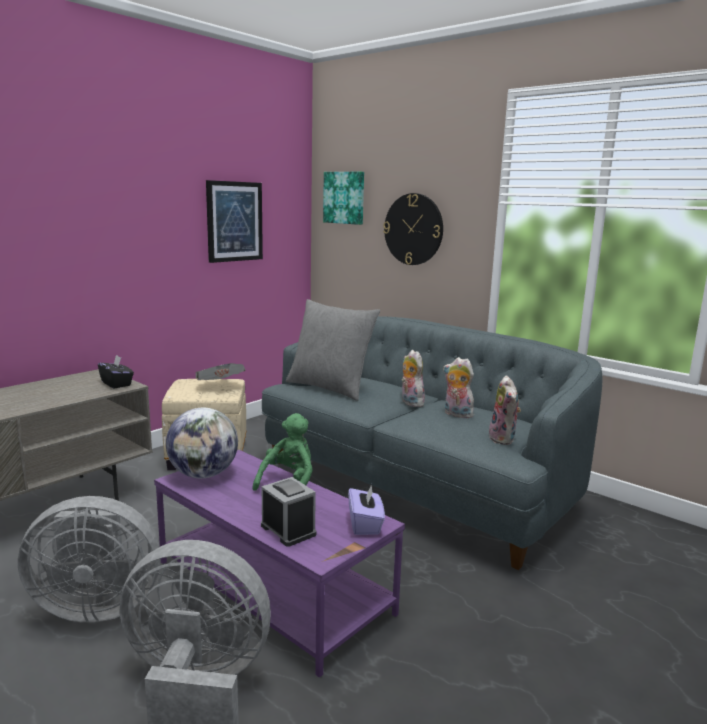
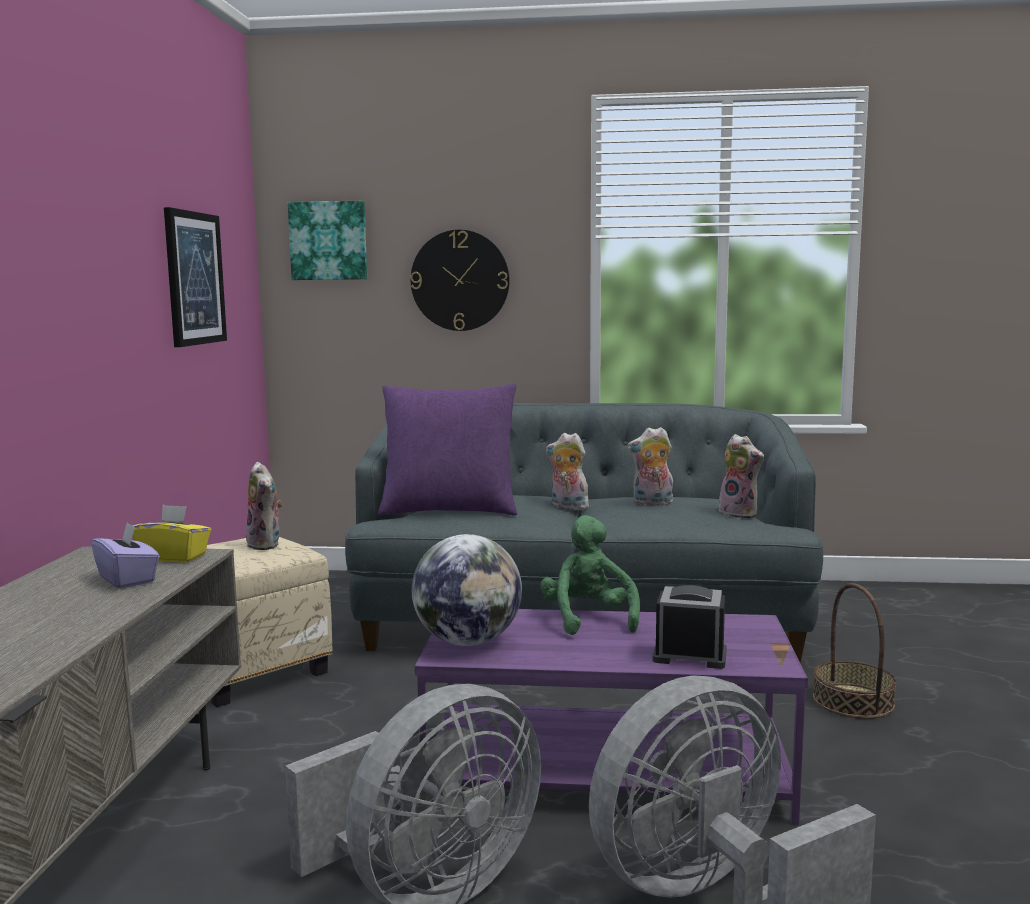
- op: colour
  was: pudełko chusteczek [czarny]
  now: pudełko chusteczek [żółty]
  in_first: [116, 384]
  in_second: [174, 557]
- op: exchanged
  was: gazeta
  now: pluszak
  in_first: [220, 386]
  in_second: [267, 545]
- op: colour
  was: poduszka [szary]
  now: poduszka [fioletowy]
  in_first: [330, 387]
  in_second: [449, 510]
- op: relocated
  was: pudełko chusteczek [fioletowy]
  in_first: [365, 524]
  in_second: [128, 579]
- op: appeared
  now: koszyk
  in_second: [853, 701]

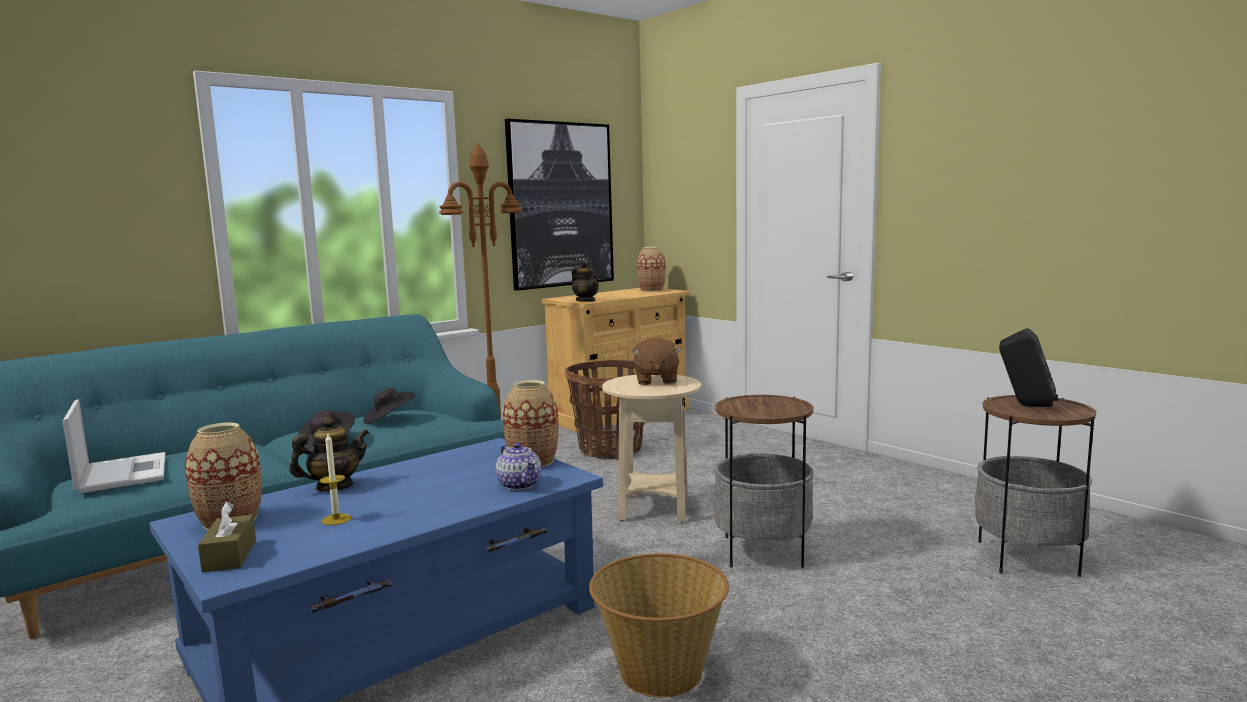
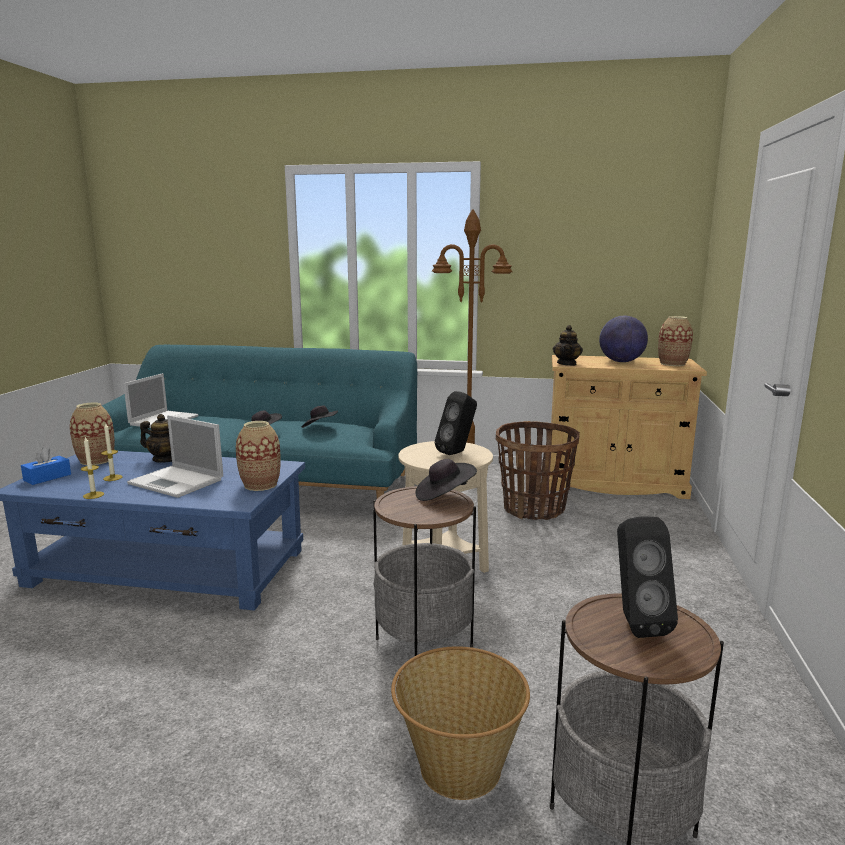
- op: colour
  was: pudełko chusteczek [brązowy]
  now: pudełko chusteczek [niebieski]
  in_first: [230, 556]
  in_second: [47, 477]
- op: missing
  was: imbryk
  in_first: [519, 485]
- op: missing
  was: obraz
  in_first: [561, 205]
- op: relocated
  was: koszyk
  in_first: [660, 673]
  in_second: [458, 767]
- op: exchanged
  was: pluszak [brązowy]
  now: głośnik [czarny]
  in_first: [656, 380]
  in_second: [457, 452]
- op: appeared
  now: świeca
  in_second: [93, 495]
- op: appeared
  now: laptop
  in_second: [177, 482]
- op: appeared
  now: kapelusz [czarny]
  in_second: [444, 495]
- op: appeared
  now: globus
  in_second: [621, 362]

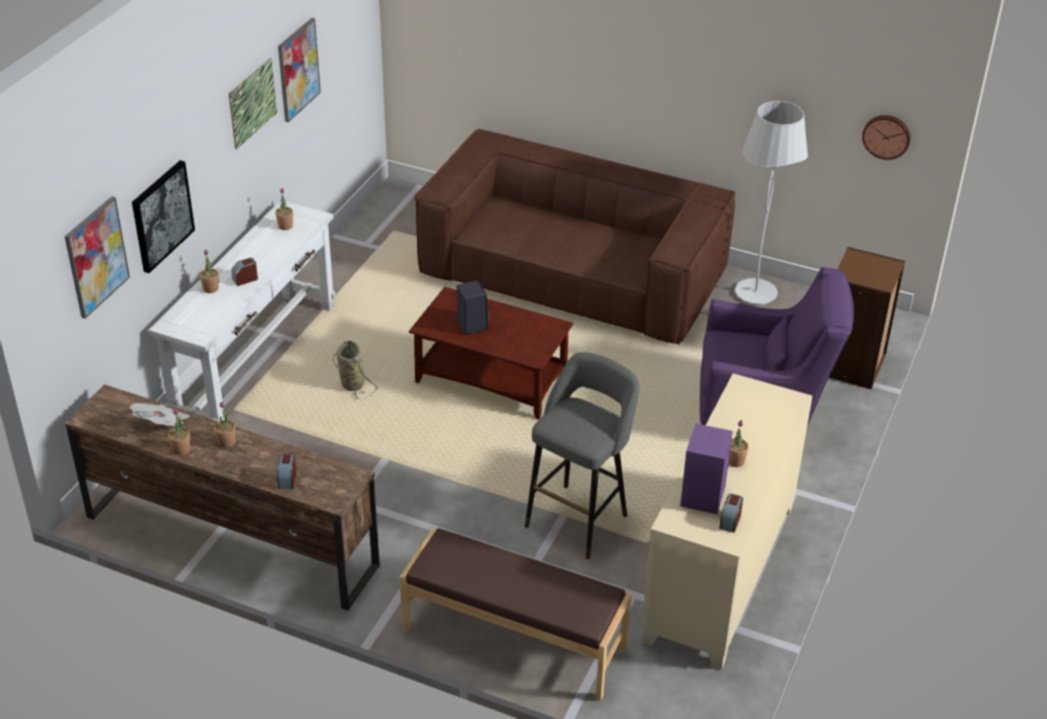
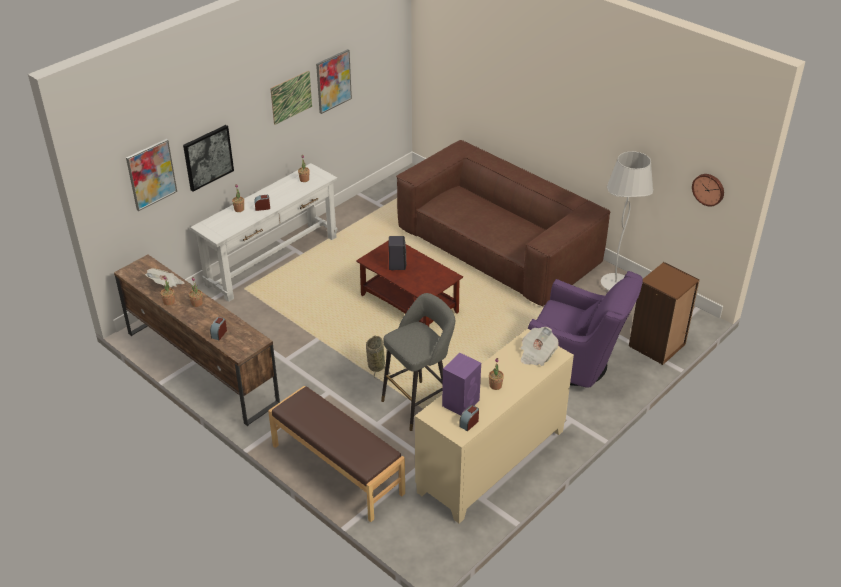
- op: relocated
  was: koszyk
  in_first: [351, 382]
  in_second: [376, 365]
- op: appeared
  now: gazeta
  in_second: [536, 354]

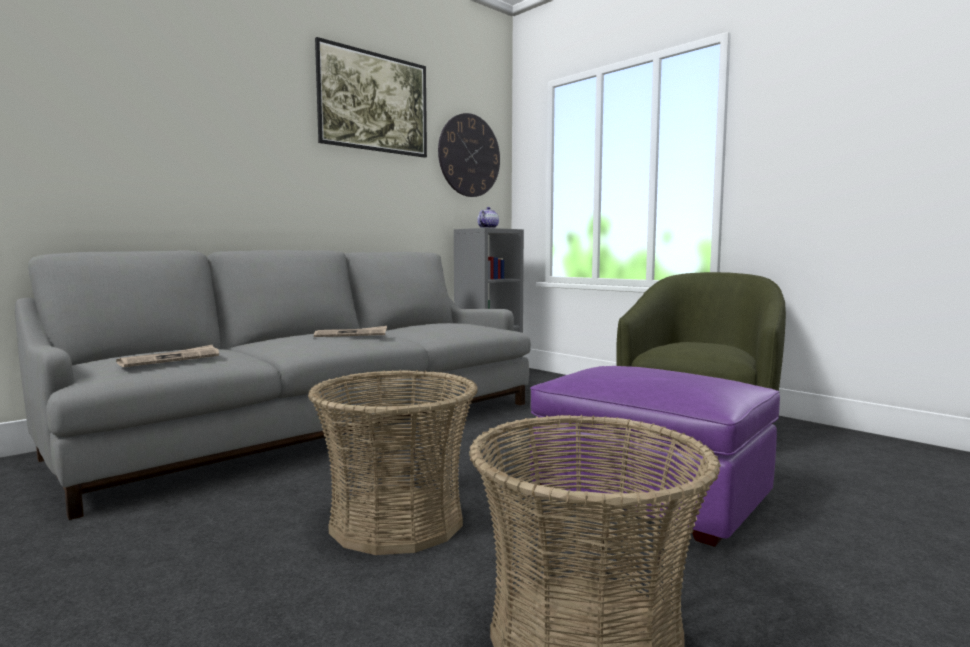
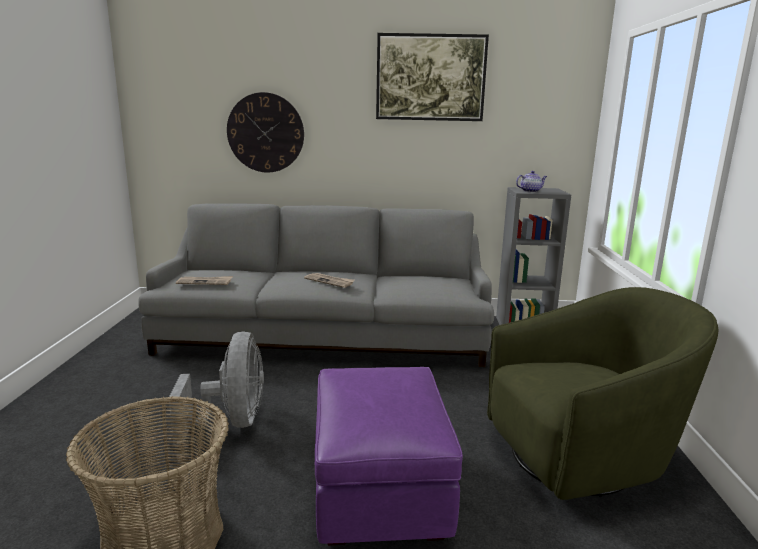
- op: exchanged
  was: koszyk
  now: wentylator [szary]
  in_first: [396, 521]
  in_second: [232, 422]
- op: relocated
  was: zegar ścienny
  in_first: [469, 155]
  in_second: [265, 133]

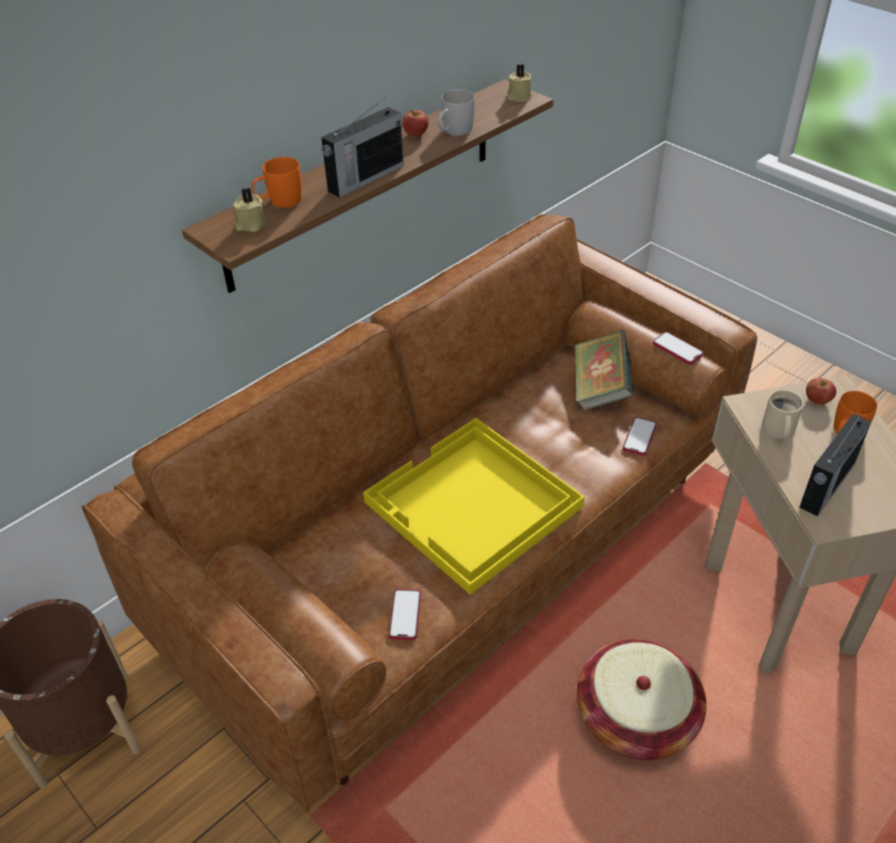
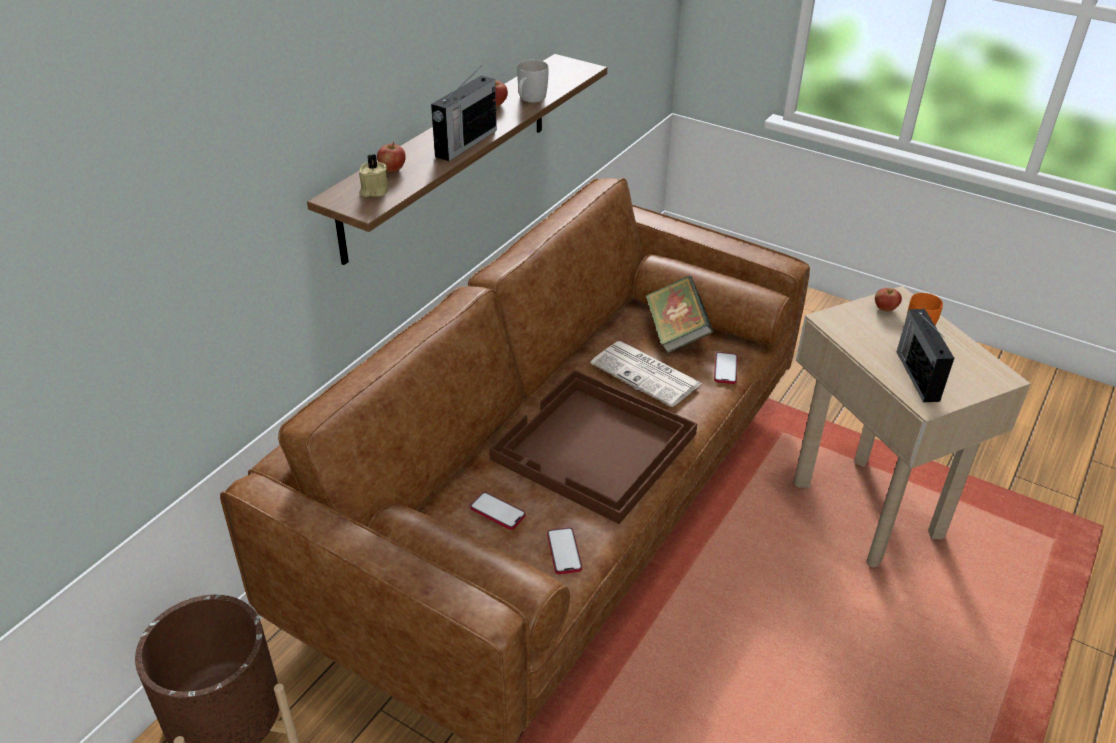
- op: exchanged
  was: kubek [pomarańczowy]
  now: jabłko
  in_first: [279, 202]
  in_second: [392, 169]
- op: colour
  was: taca [żółty]
  now: taca [brązowy]
  in_first: [473, 506]
  in_second: [595, 448]
- op: missing
  was: świeca [beżowy]
  in_first: [518, 97]
- op: missing
  was: koszyk
  in_first: [636, 717]
- op: relocated
  was: telefon
  in_first: [677, 349]
  in_second: [497, 512]
- op: missing
  was: kubek [beżowy]
  in_first: [777, 430]
- op: spun
  was: radio
  in_first: [826, 486]
  in_second: [917, 375]
  clockwise: 150
- op: appeared
  now: gazeta
  in_second: [647, 374]

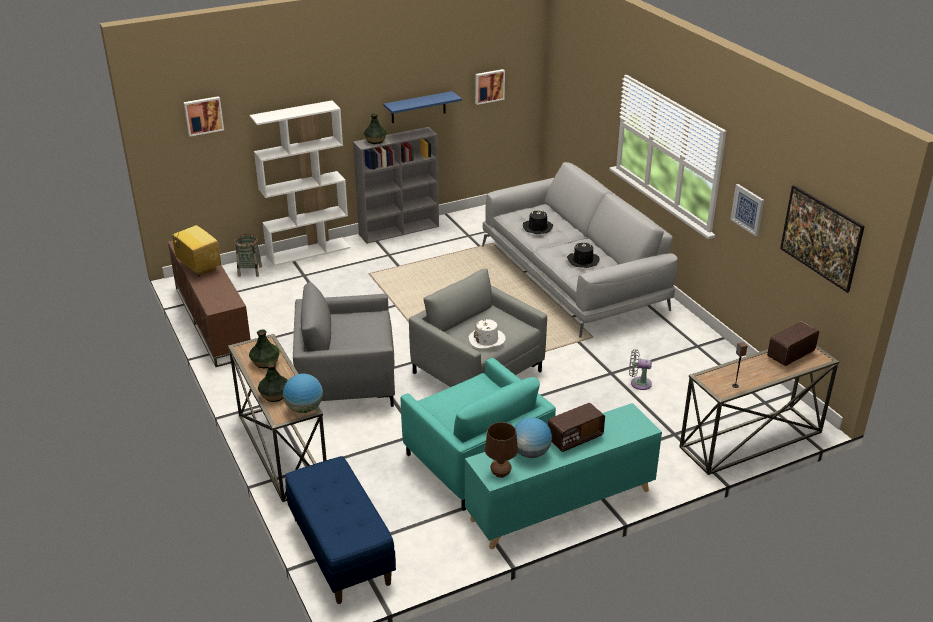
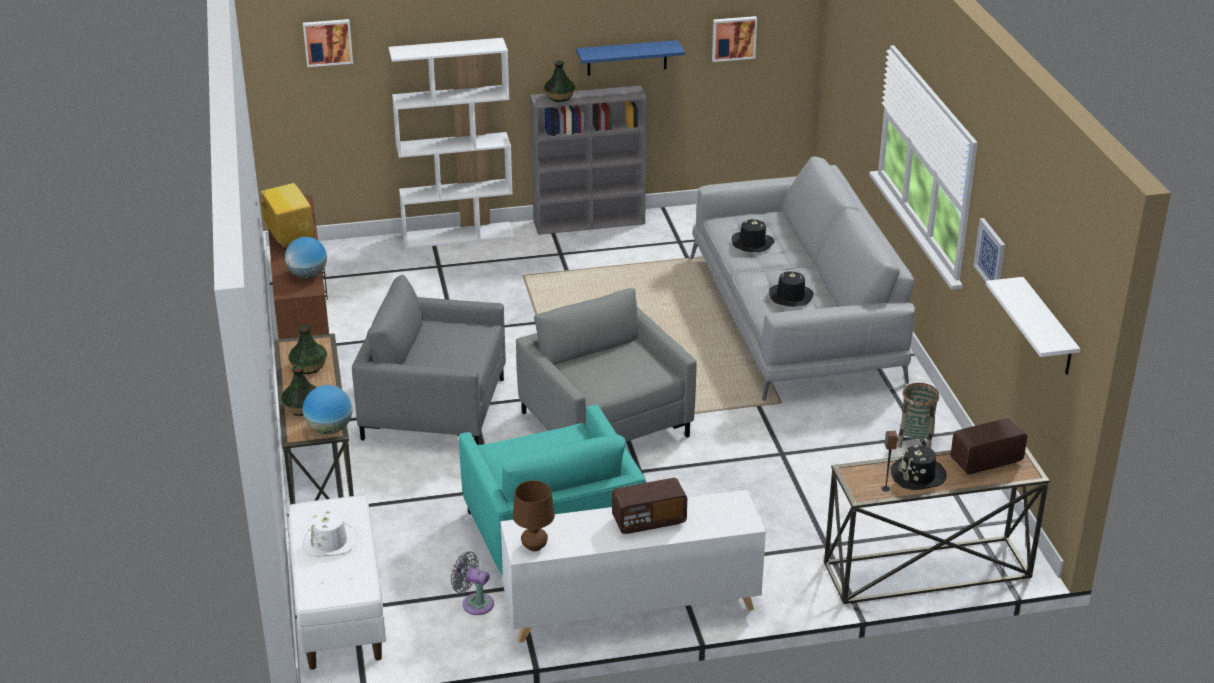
- op: relocated
  was: koszyk
  in_first: [249, 271]
  in_second: [915, 440]
- op: colour
  was: ławka [niebieski]
  now: ławka [biały]
  in_first: [340, 550]
  in_second: [339, 610]
- op: colour
  was: szafka [turkusowy]
  now: szafka [biały]
  in_first: [560, 505]
  in_second: [630, 607]
- op: relocated
  was: kapelusz [biały]
  in_first: [487, 339]
  in_second: [330, 542]
- op: relocated
  was: globus
  in_first: [531, 453]
  in_second: [308, 275]
- op: relocated
  was: wentylator [szary]
  in_first: [638, 383]
  in_second: [475, 603]
- op: exchanged
  was: obraz
  now: półka [biały]
  in_first: [817, 253]
  in_second: [1048, 328]
- op: appeared
  now: kapelusz [czarny]
  in_second: [918, 475]

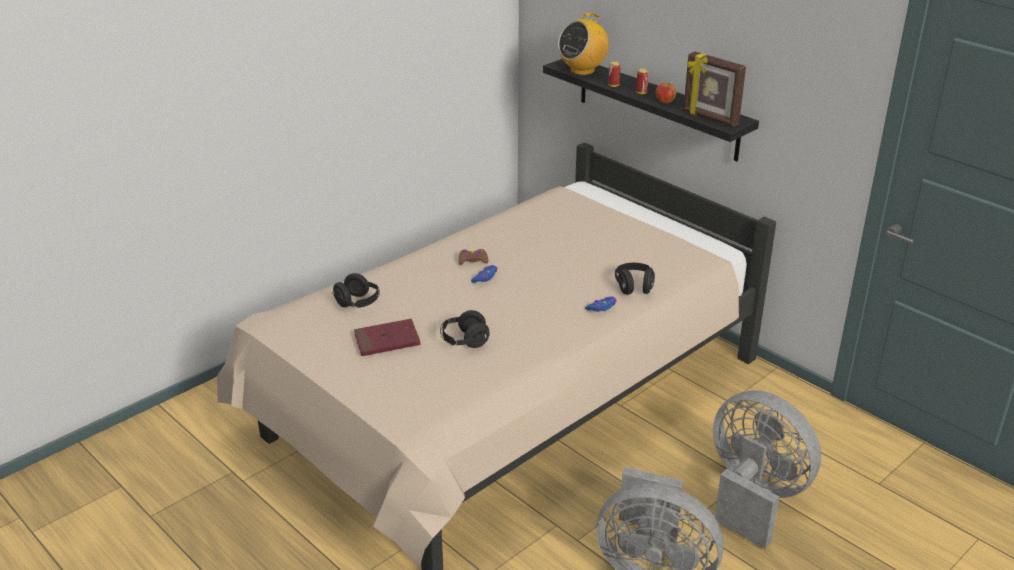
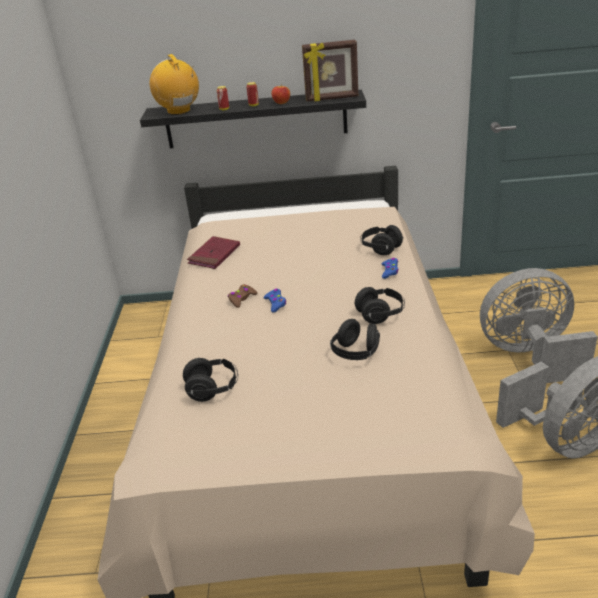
- op: relocated
  was: książka [czerwony]
  in_first: [387, 340]
  in_second: [214, 255]
- op: spun
  was: radio
  in_first: [582, 70]
  in_second: [179, 111]
  clockwise: 150
- op: appeared
  now: słuchawki [czarny]
  in_second: [380, 314]

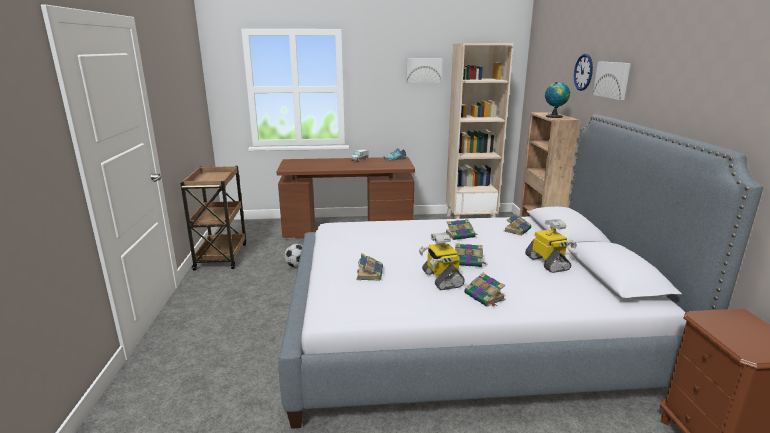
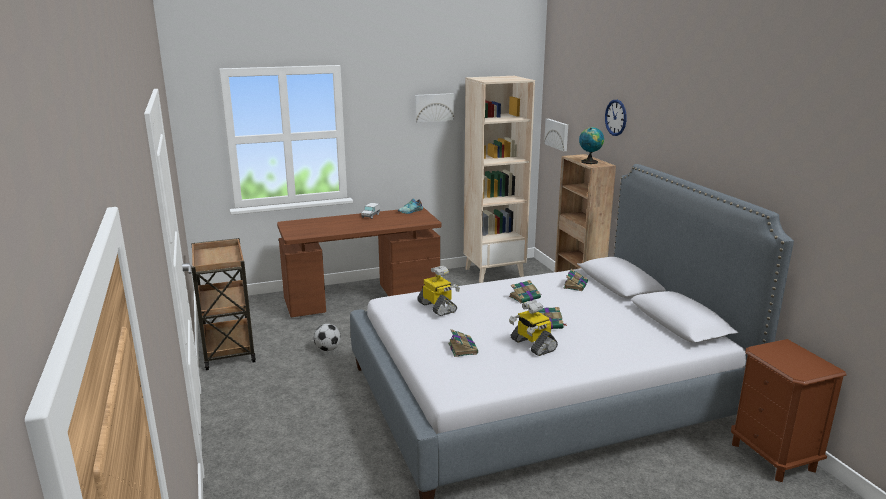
- op: missing
  was: książka
  in_first: [485, 297]
- op: relocated
  was: robot zabawkowy
  in_first: [548, 263]
  in_second: [438, 307]
- op: relocated
  was: obraz
  in_first: [613, 80]
  in_second: [557, 134]

